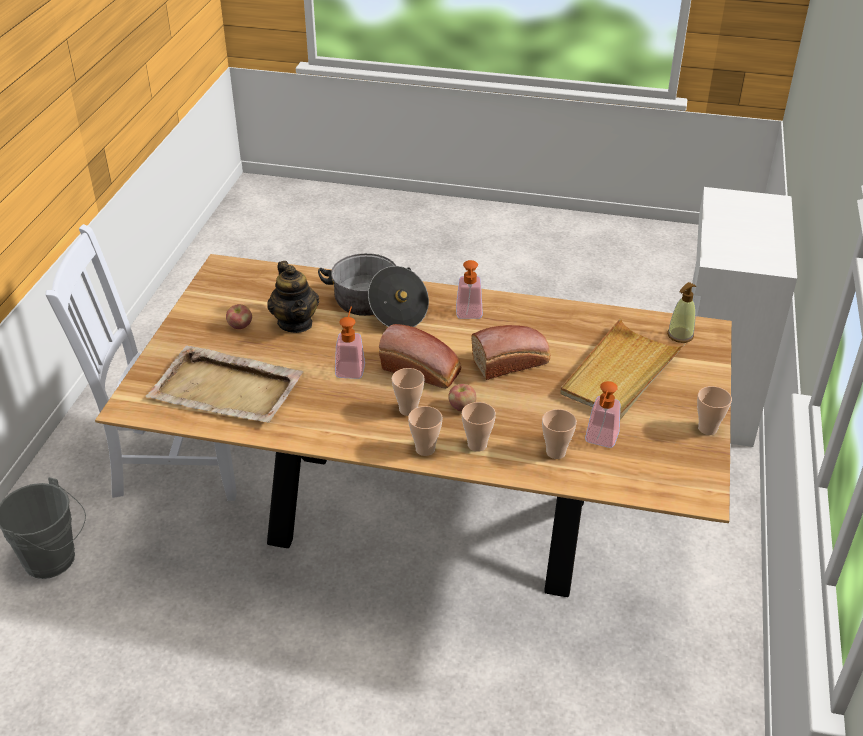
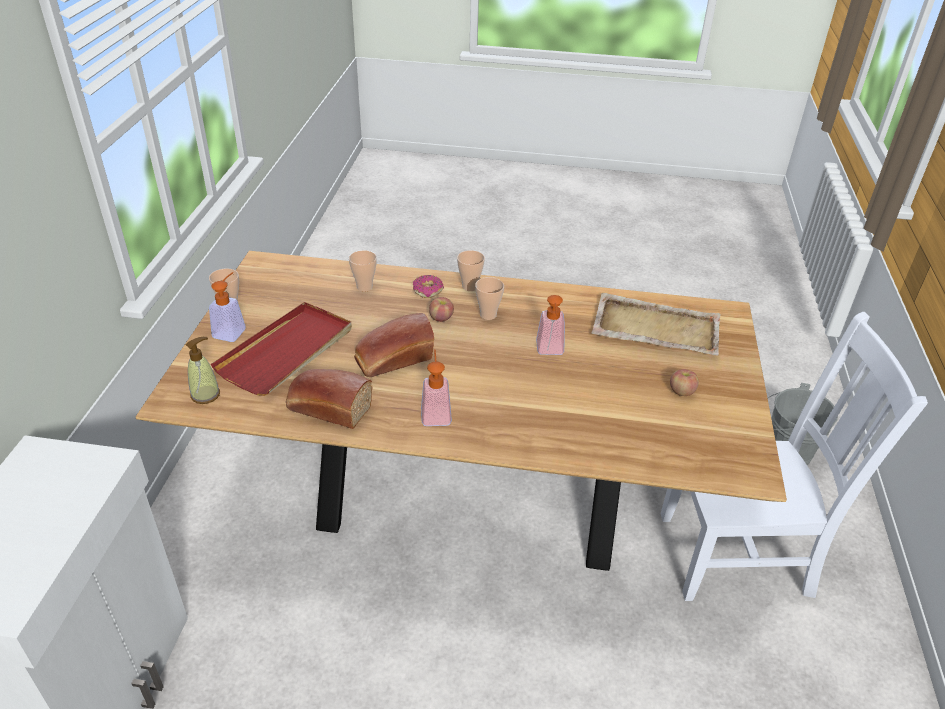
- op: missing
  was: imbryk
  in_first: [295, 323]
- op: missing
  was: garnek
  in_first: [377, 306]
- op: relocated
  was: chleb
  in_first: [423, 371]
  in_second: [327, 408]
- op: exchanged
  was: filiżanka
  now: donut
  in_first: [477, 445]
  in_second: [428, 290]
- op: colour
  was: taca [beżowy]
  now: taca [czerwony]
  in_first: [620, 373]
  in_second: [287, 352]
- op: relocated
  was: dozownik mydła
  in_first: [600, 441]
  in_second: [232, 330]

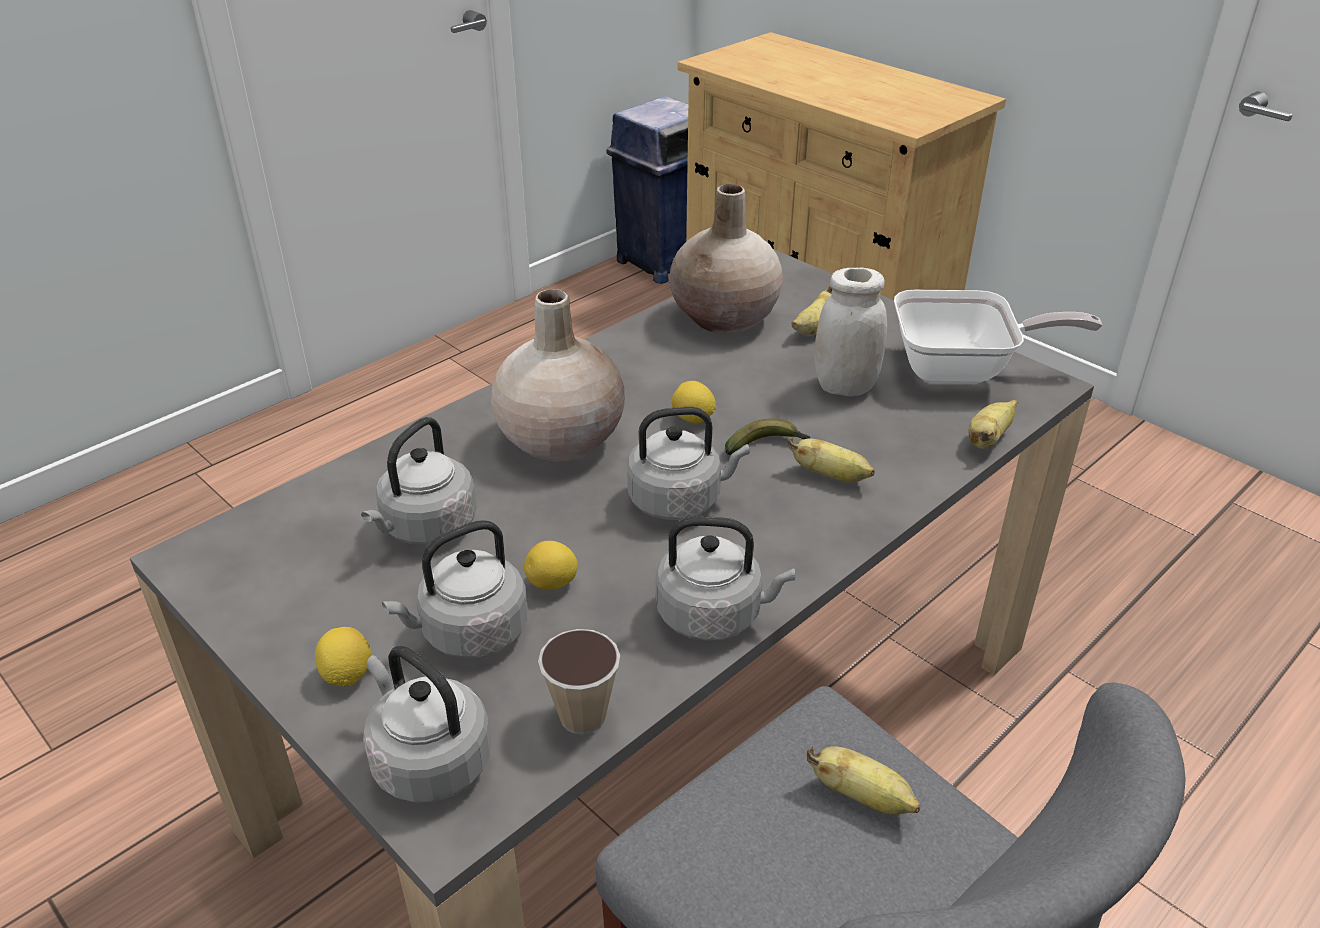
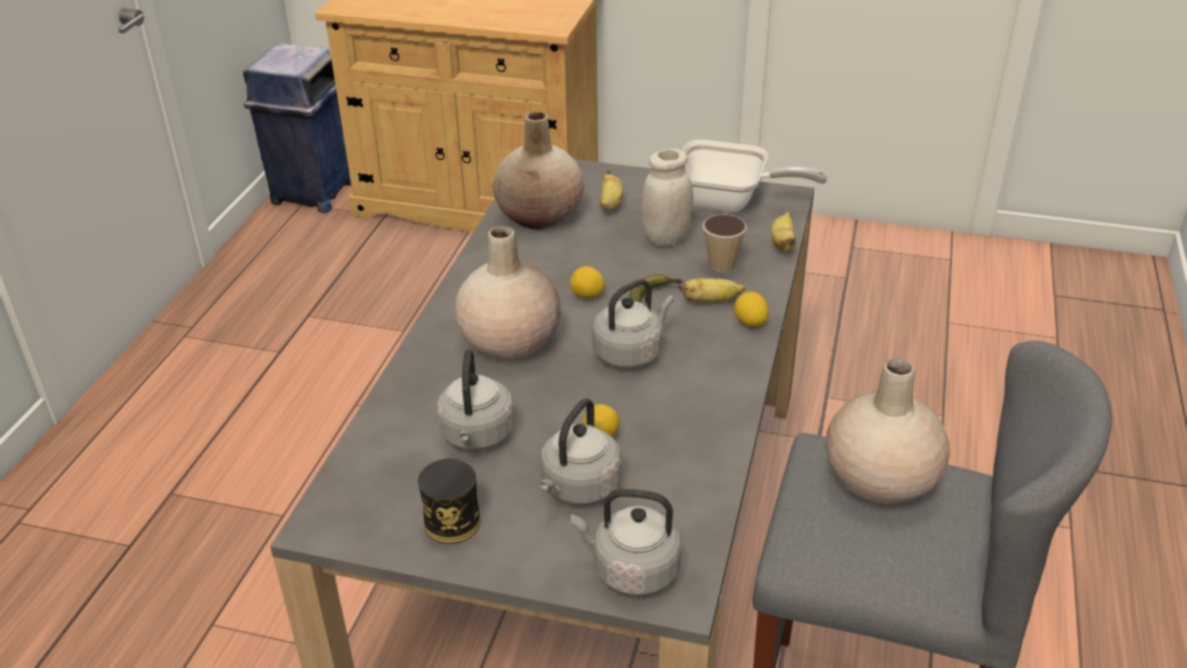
- op: relocated
  was: cytryna
  in_first: [347, 675]
  in_second: [750, 323]
- op: relocated
  was: filiżanka
  in_first: [582, 716]
  in_second: [722, 265]
- op: missing
  was: czajnik [szary]
  in_first: [714, 615]
- op: exchanged
  was: banan
  now: wazon [beżowy]
  in_first: [862, 797]
  in_second: [879, 480]
- op: spun
  was: patelnia
  in_first: [963, 369]
  in_second: [730, 202]
  clockwise: 45
- op: appeared
  now: puszka
  in_second: [452, 522]

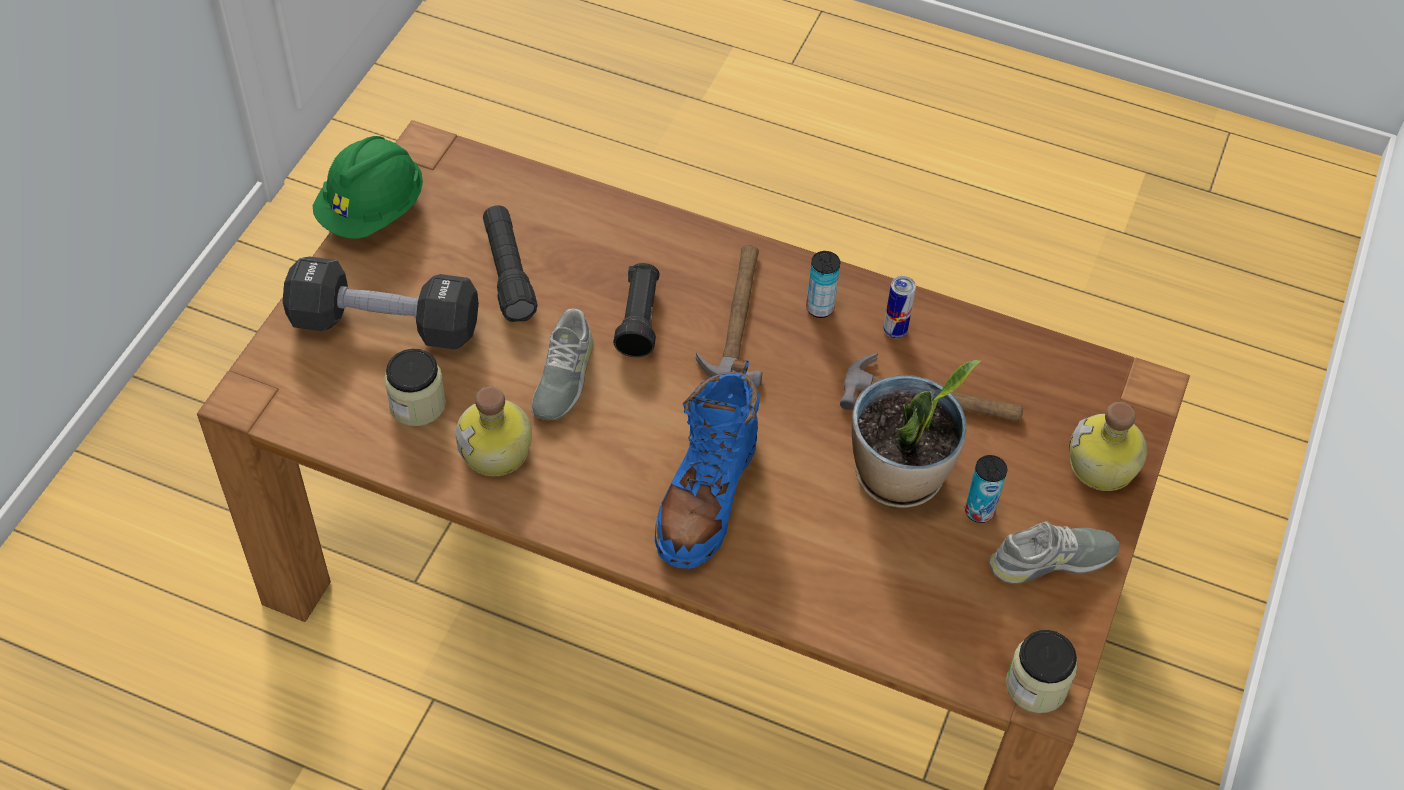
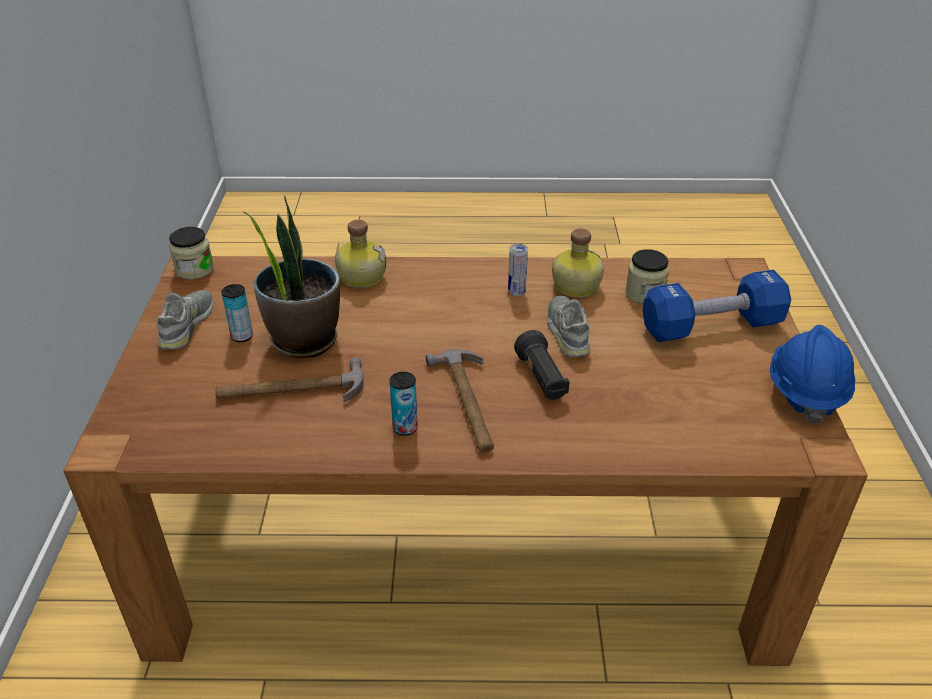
- op: colour
  was: hantel [czarny]
  now: hantel [niebieski]
  in_first: [385, 324]
  in_second: [711, 326]
- op: colour
  was: kask [zielony]
  now: kask [niebieski]
  in_first: [372, 211]
  in_second: [805, 391]
- op: missing
  was: latarka [czarny]
  in_first: [508, 273]
- op: missing
  was: but z cholewką [niebieski]
  in_first: [706, 496]
- op: relocated
  was: puszka
  in_first: [895, 331]
  in_second: [516, 292]
- op: spun
  was: but [szary]
  in_first: [1052, 560]
  in_second: [187, 325]
  clockwise: 135
- op: relocated
  was: butelka
  in_first: [1103, 467]
  in_second: [361, 276]

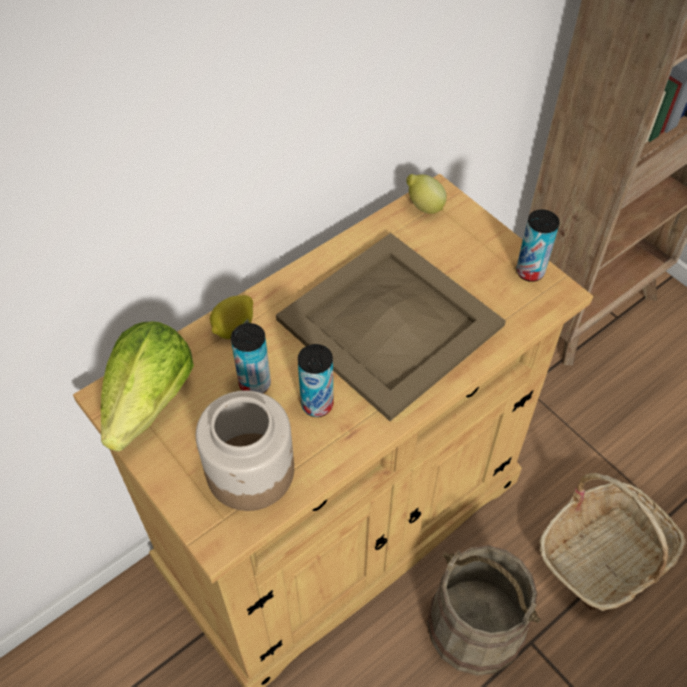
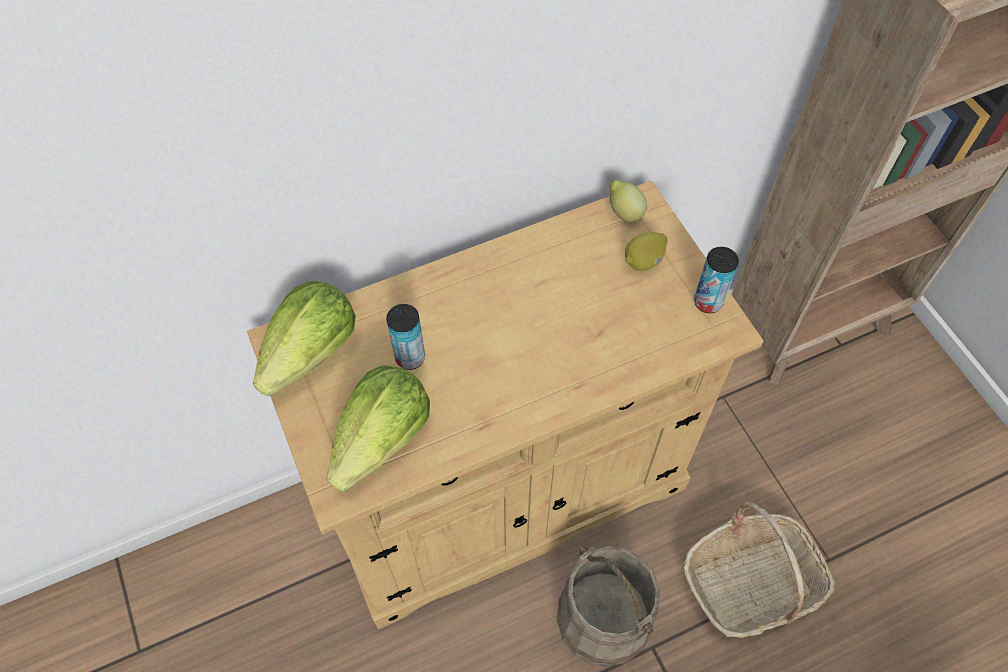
- op: exchanged
  was: słoik
  now: sałata
  in_first: [251, 470]
  in_second: [383, 440]
- op: relocated
  was: cytryna
  in_first: [234, 328]
  in_second: [643, 261]
- op: missing
  was: taca [beżowy]
  in_first: [387, 322]
- op: missing
  was: puszka
  in_first: [317, 404]

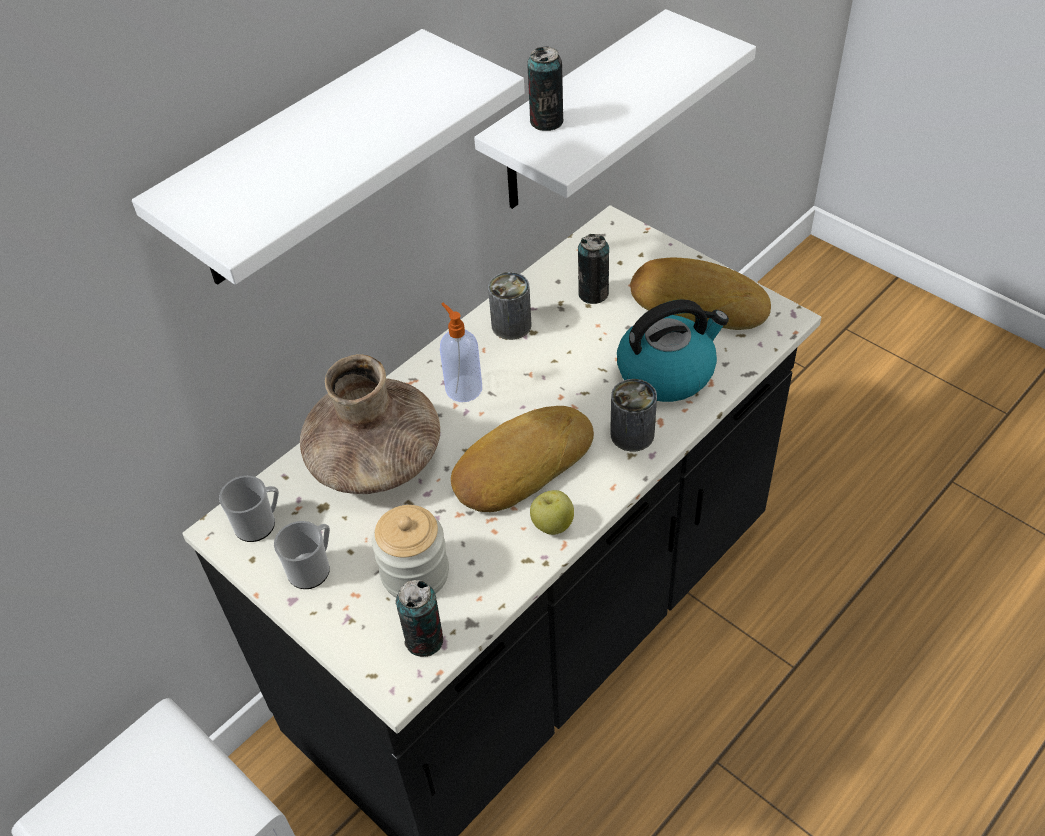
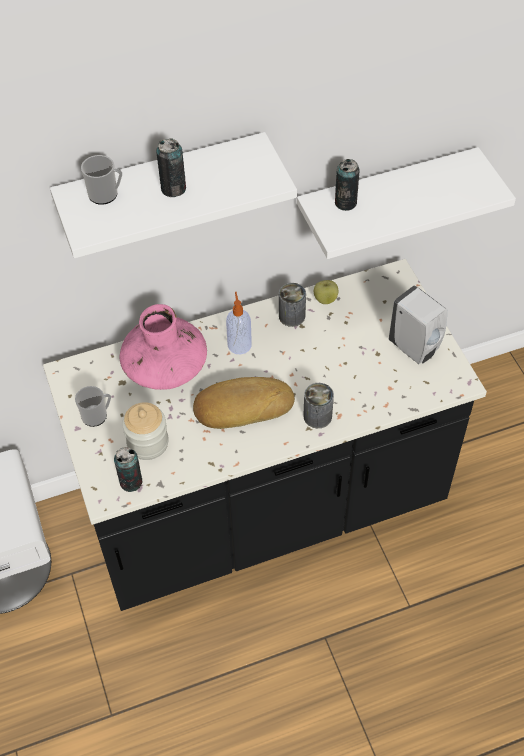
- op: relocated
  was: kubek
  in_first: [259, 524]
  in_second: [106, 194]
- op: colour
  was: wazon [brązowy]
  now: wazon [różowy]
  in_first: [375, 460]
  in_second: [165, 367]
- op: relocated
  was: jabłko
  in_first: [552, 525]
  in_second: [325, 299]
- op: relocated
  was: puszka
  in_first: [593, 294]
  in_second: [173, 188]
- op: missing
  was: czajnik
  in_first: [667, 372]
- op: exchanged
  was: chleb
  now: dozownik mydła [biały]
  in_first: [698, 301]
  in_second: [415, 348]

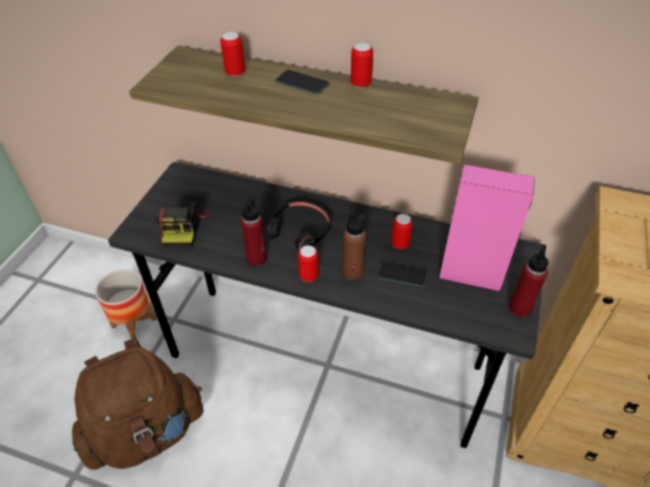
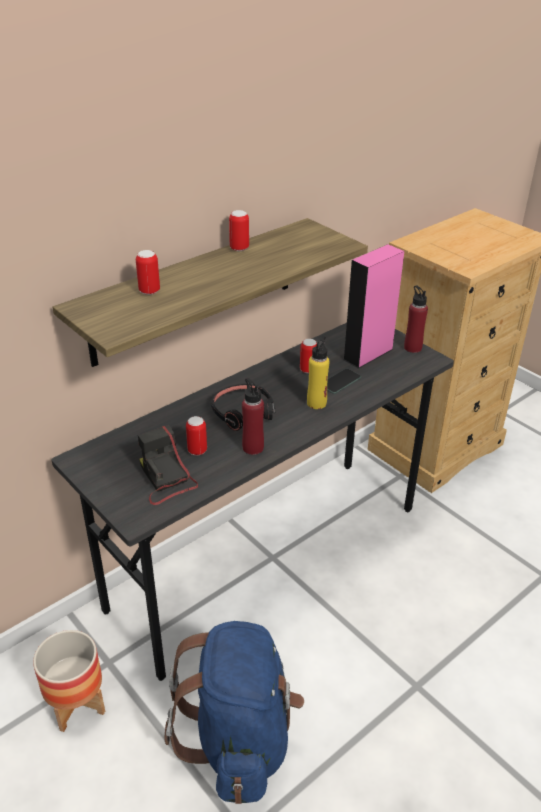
- op: colour
  was: plecak [brązowy]
  now: plecak [niebieski]
  in_first: [147, 432]
  in_second: [239, 739]
- op: spun
  was: aparat fotograficzny
  in_first: [184, 227]
  in_second: [166, 480]
  clockwise: -150
- op: missing
  was: telefon
  in_first: [302, 83]
- op: relocated
  was: puszka
  in_first: [309, 276]
  in_second: [197, 450]
- op: colour
  was: butelka [brązowy]
  now: butelka [żółty]
  in_first: [353, 272]
  in_second: [316, 403]

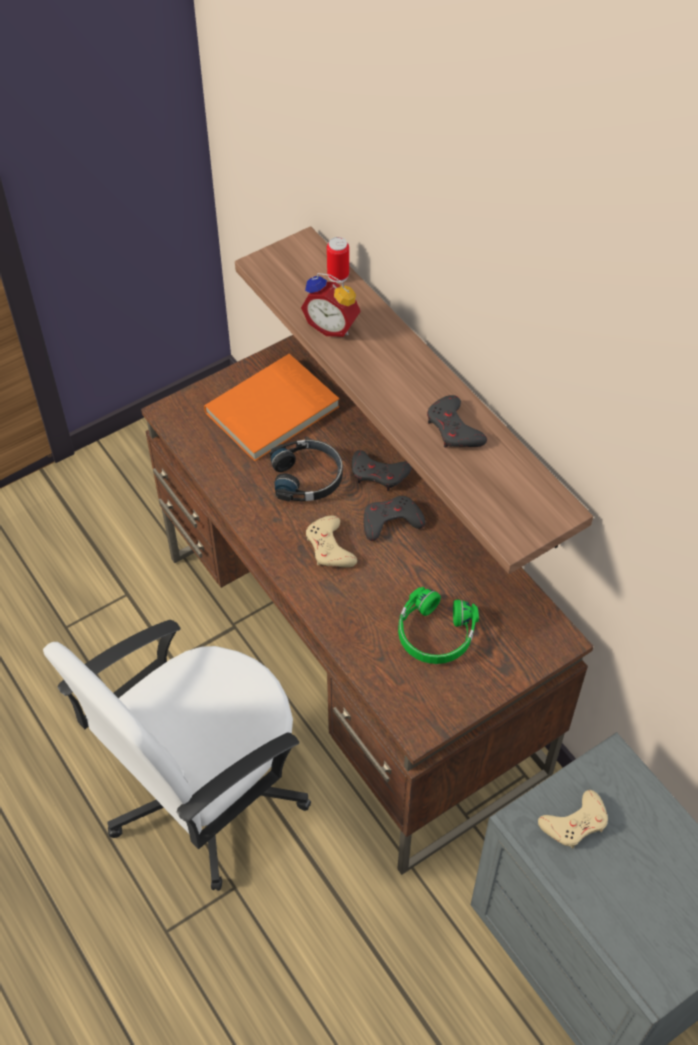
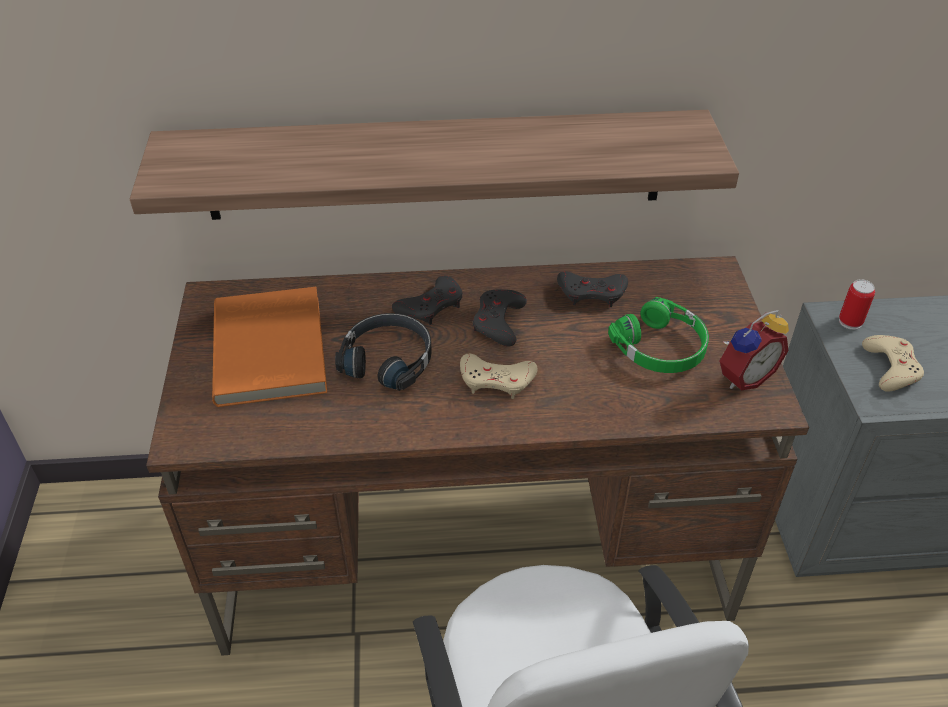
- op: relocated
  was: budzik
  in_first: [333, 326]
  in_second: [743, 376]
- op: relocated
  was: puszka
  in_first: [338, 275]
  in_second: [850, 322]
- op: relocated
  was: pad do gier [szary]
  in_first: [454, 429]
  in_second: [592, 293]

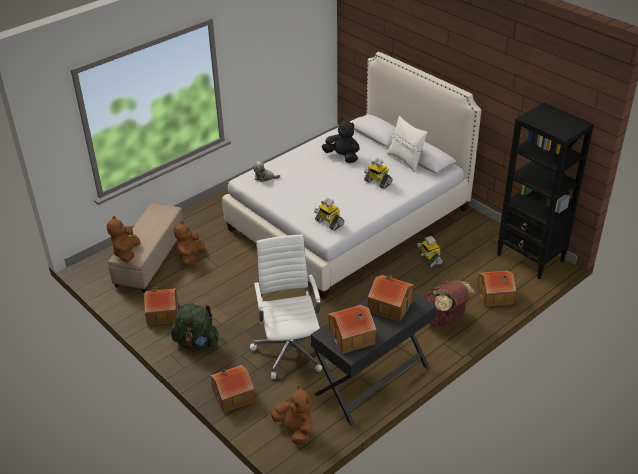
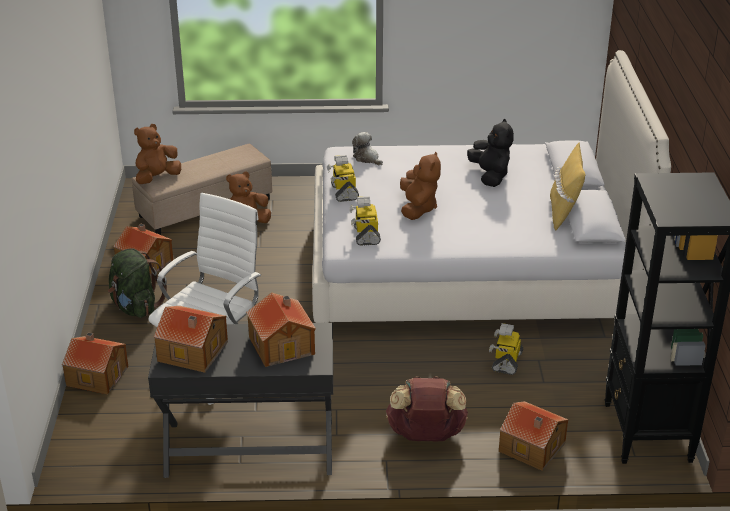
- op: relocated
  was: pluszak [brązowy]
  in_first: [295, 430]
  in_second: [418, 208]
- op: relocated
  was: robot zabawkowy
  in_first: [377, 182]
  in_second: [343, 192]
- op: colour
  was: poduszka [biały]
  now: poduszka [żółty]
  in_first: [405, 160]
  in_second: [564, 213]

